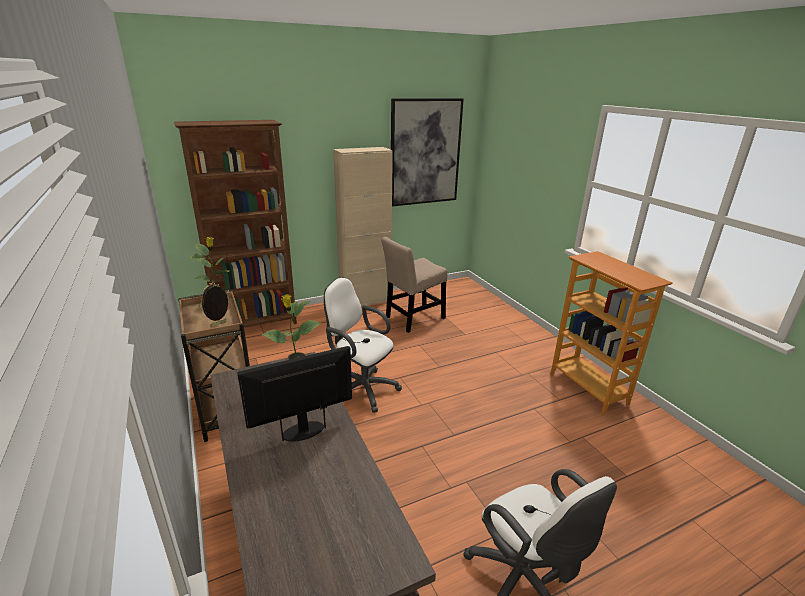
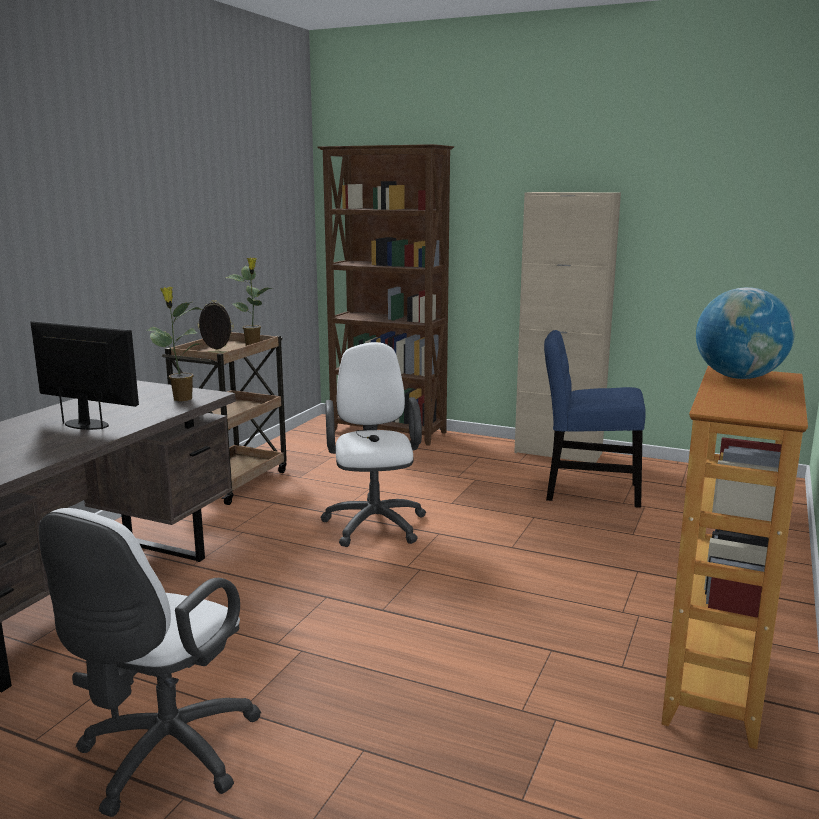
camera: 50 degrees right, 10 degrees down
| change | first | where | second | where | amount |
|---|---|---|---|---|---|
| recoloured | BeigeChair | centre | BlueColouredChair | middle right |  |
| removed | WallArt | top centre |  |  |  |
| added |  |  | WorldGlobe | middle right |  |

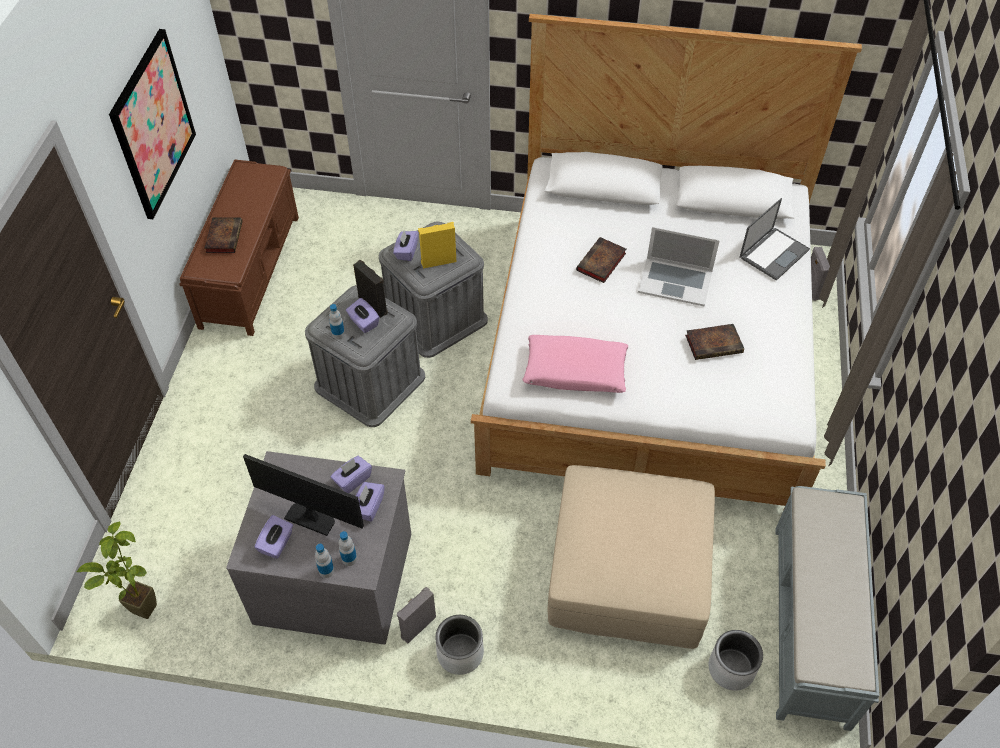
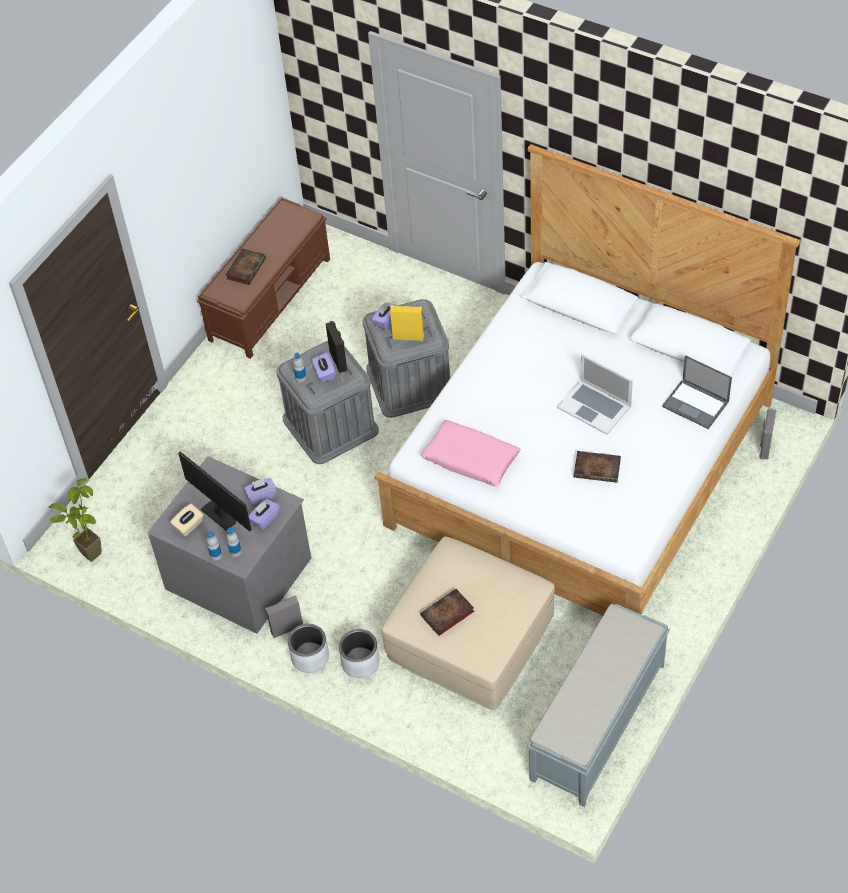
camera: 25 degrees right, 0 degrees up
| change | first | where | second | where | amount |
|---|---|---|---|---|---|
| removed | WallArt | top left |  |  |  |
| recoloured | PurpleBoxOfTissues (1st from left) | bottom left | BeigeBoxOfTissues | middle left |  |
| moved | Volume (2nd from left) | centre |  | bottom centre |  |
| moved | GrayPlantPot (2nd from left) | bottom right |  | bottom centre |  |
| turned | Laptop (2nd from left) | top right |  | middle right | 60 degrees clockwise |

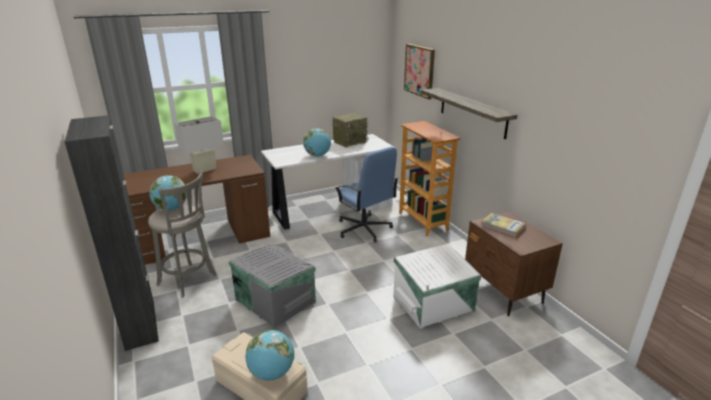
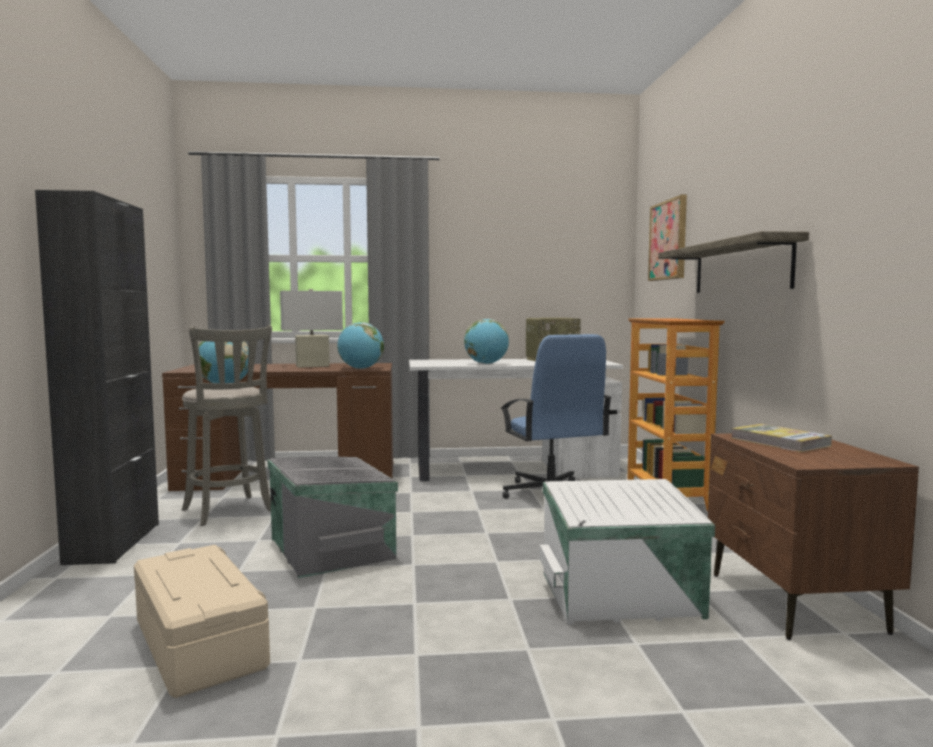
camera: 20 degrees right, 20 degrees down
| change | first | where | second | where | amount |
|---|---|---|---|---|---|
| moved | WorldGlobe (2nd from left) | bottom centre |  | centre |  |

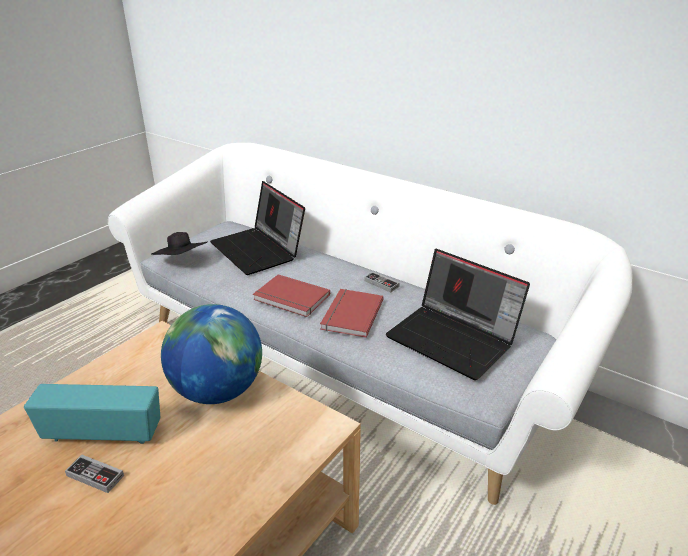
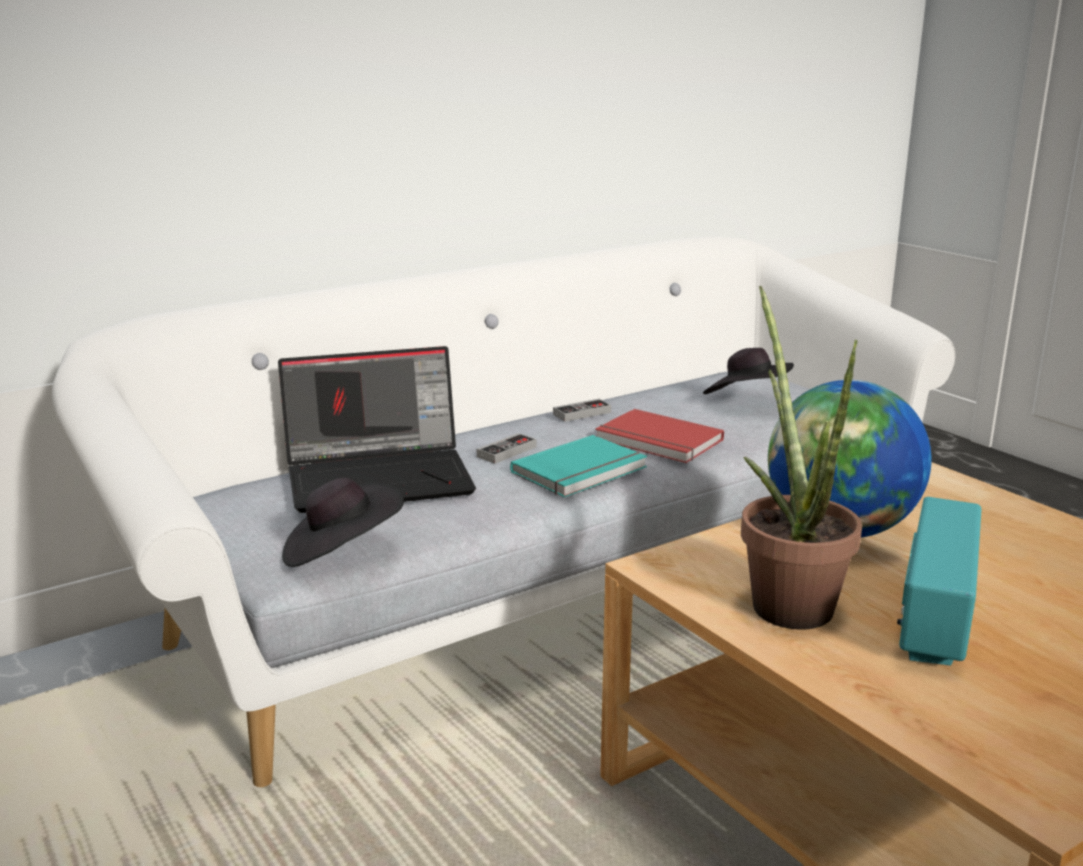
camera: 70 degrees left, 10 degrees down
| change | first | where | second | where | amount |
|---|---|---|---|---|---|
| moved | Joypad (1st from left) | bottom left |  | centre |  |
| recoloured | ReddishVolume (1st from left) | centre | BlueGreenVolume | centre |  |
| replaced | Laptop (2nd from left) | centre | BlackColouredClothingHat (2nd from left) | middle right |  |
| added |  |  | PottedPlant | middle right |  |

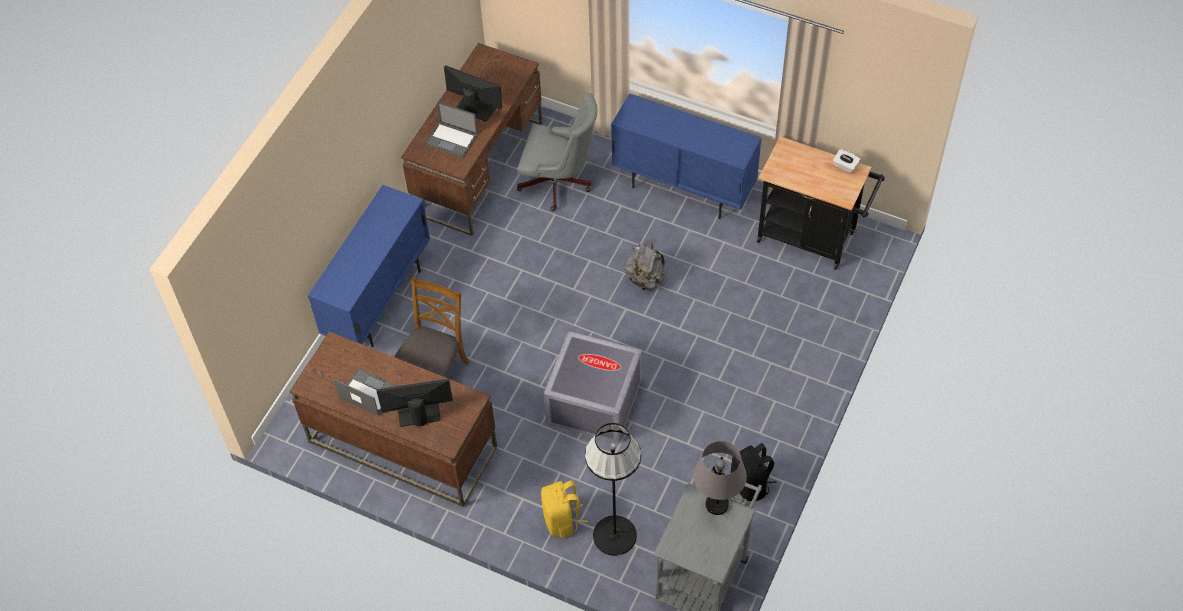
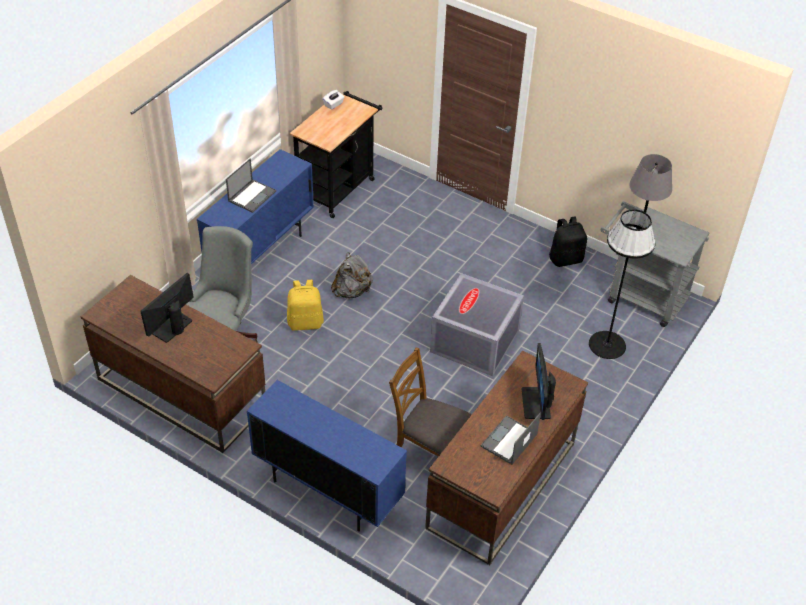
camera: 85 degrees left, 10 degrees down
| change | first | where | second | where | amount |
|---|---|---|---|---|---|
| moved | Laptop (2nd from left in the first image) | top centre | Laptop (1st from left) | top left |  |
| moved | YellowColouredKnapsack | bottom centre |  | centre |  |

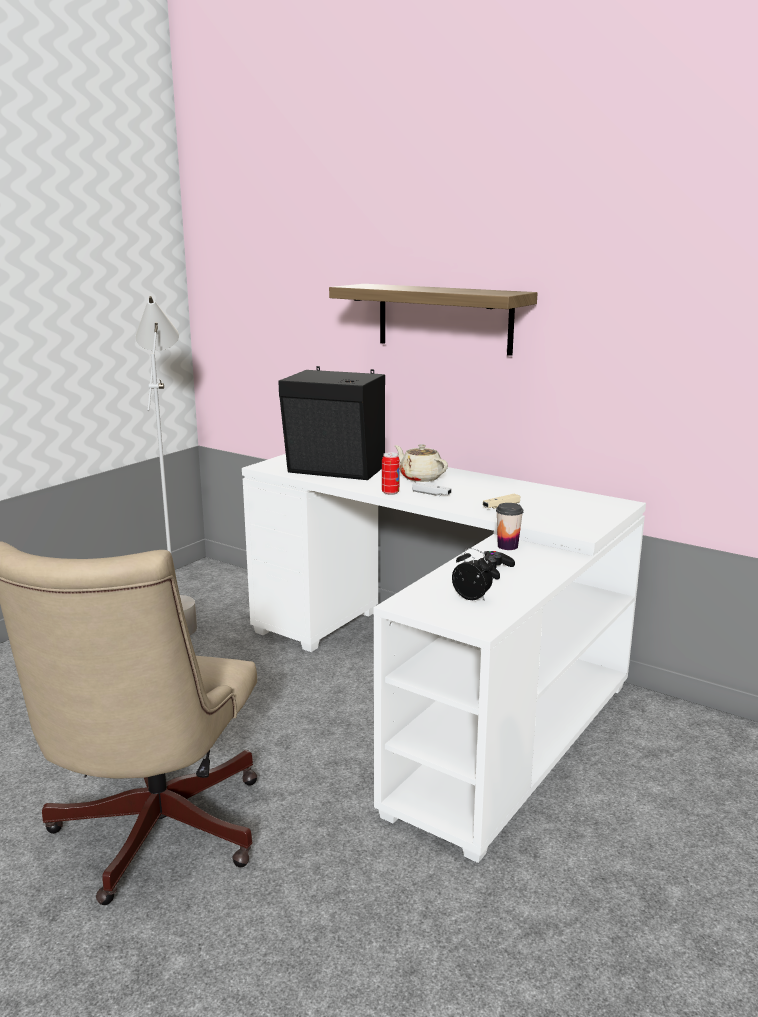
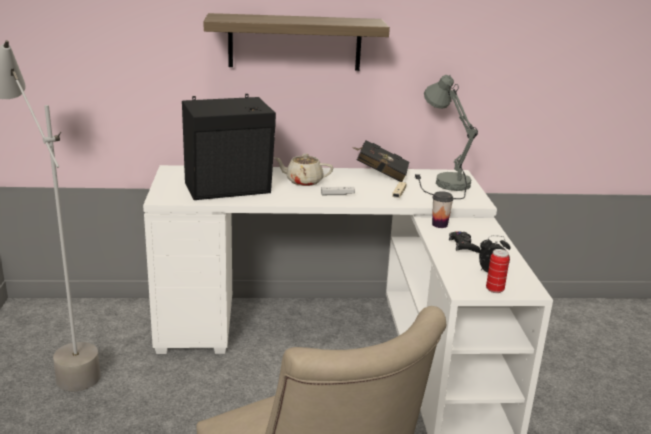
camera: 40 degrees left, 5 degrees up
| change | first | where | second | where | amount |
|---|---|---|---|---|---|
| moved | Can | centre |  | middle right |  |
| added |  |  | BlackColouredVolume | centre |  |
| added |  |  | GrayTableLamp | top right |  |

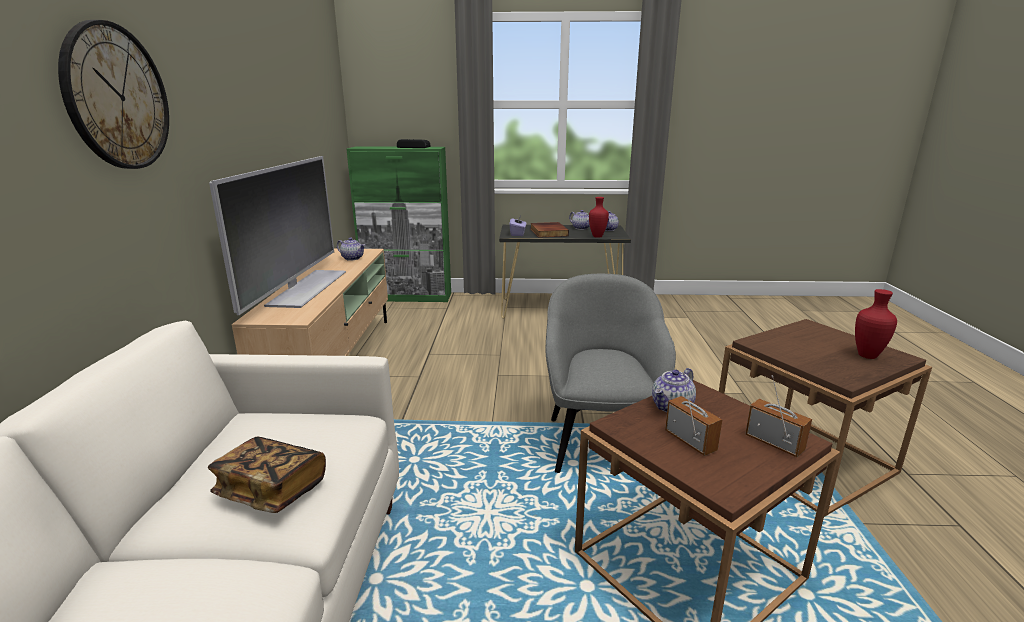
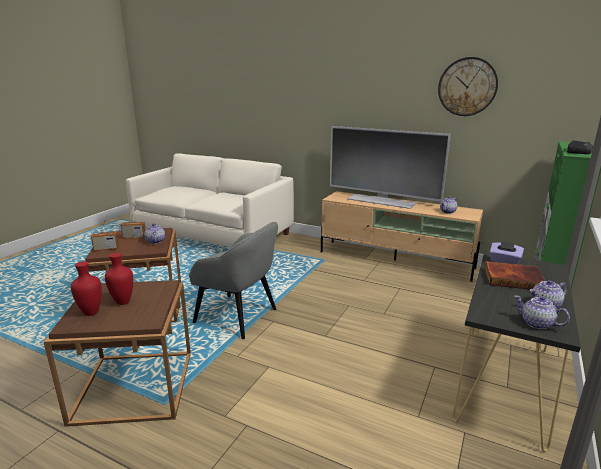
camera: 115 degrees right, 0 degrees up
| change | first | where | second | where | amount |
|---|---|---|---|---|---|
| moved | WallClock | top left |  | top right |  |
| removed | Volume (1st from left) | bottom left |  |  |  |
| moved | ReddishFlowerVase (1st from left in the first image) | centre | ReddishFlowerVase (2nd from left) | middle left |  |

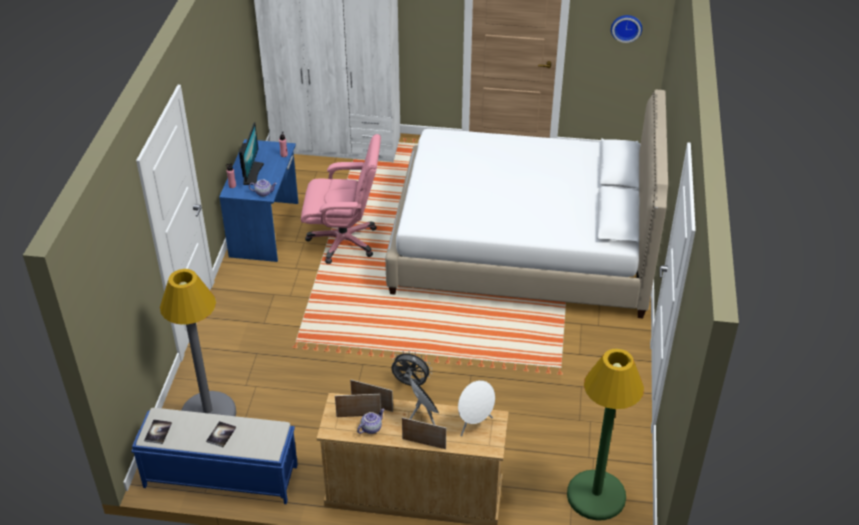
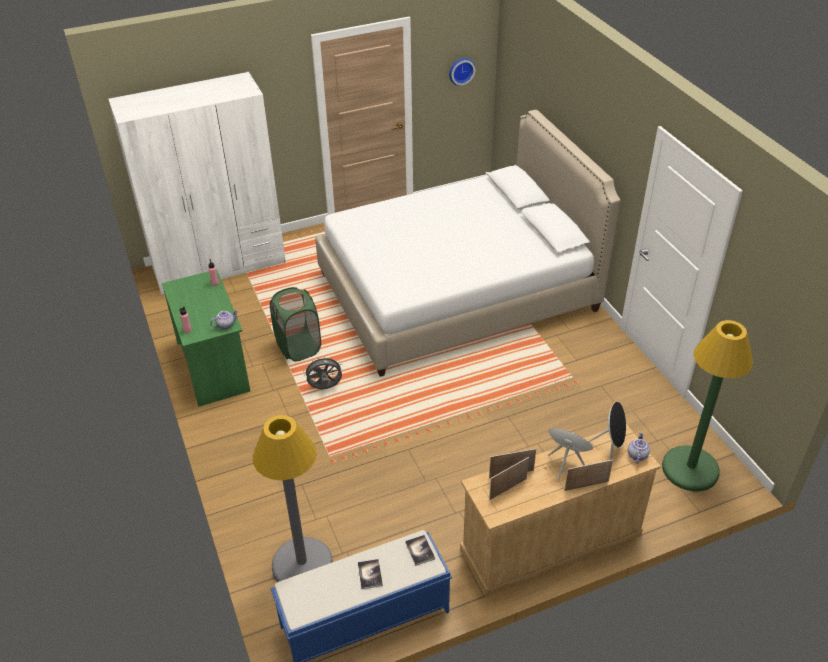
camera: 30 degrees left, 0 degrees up
| change | first | where | second | where | amount |
|---|---|---|---|---|---|
| moved | Volume (1st from left in the first image) | bottom left | Volume (2nd from left) | bottom centre |  |
| recoloured | BlueColouredDeskTable | middle left | GreenDeskTable | middle left |  |
| removed | Monitor | top left |  |  |  |
| replaced | PinkishDeskChair | centre | GreenWashingBasket | centre |  |
| moved | PotForTea (2nd from left) | bottom centre |  | bottom right |  |
| moved | GrayCoolingFan | bottom centre |  | centre |  |
| recoloured | WhiteLoudspeaker | bottom centre | BlackColouredLoudspeaker (2nd from left) | middle right |  |

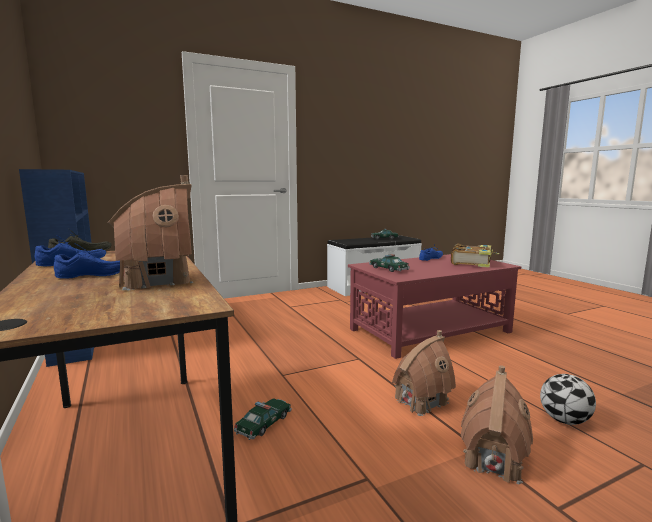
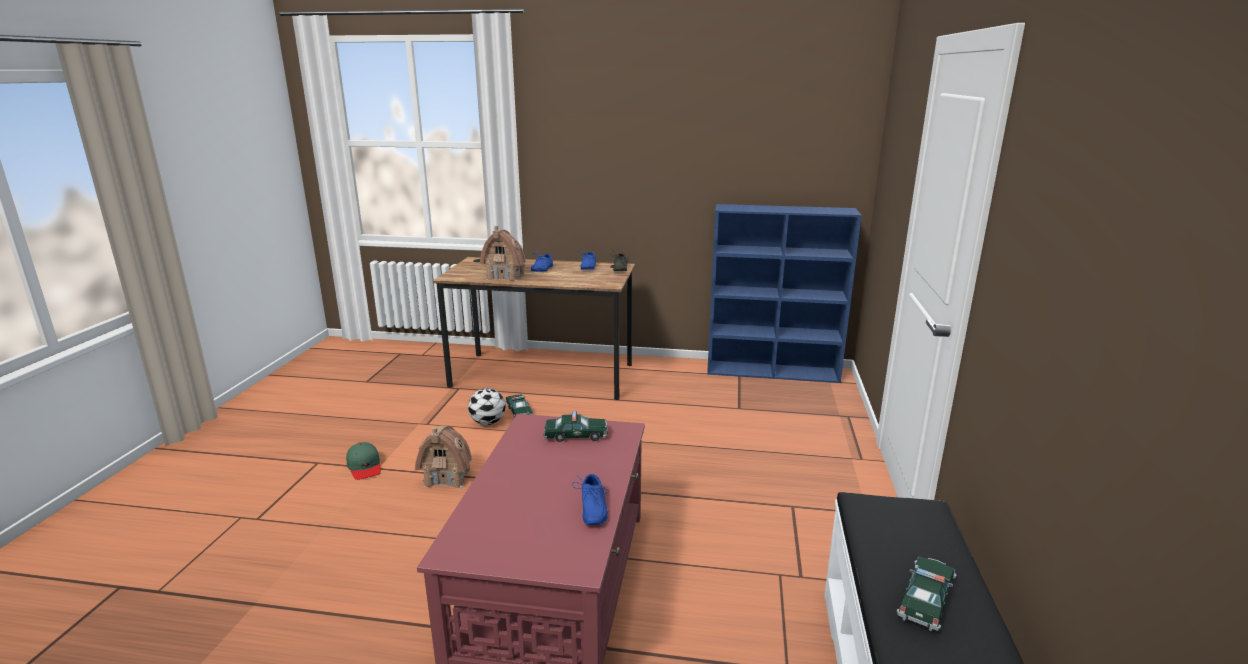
camera: 125 degrees right, 10 degrees up
| change | first | where | second | where | amount |
|---|---|---|---|---|---|
| removed | Volume | middle right |  |  |  |
| replaced | ToyHouse (3rd from left) | bottom right | GreenCap | bottom left |  |
| moved | Football | bottom right |  | centre |  |

